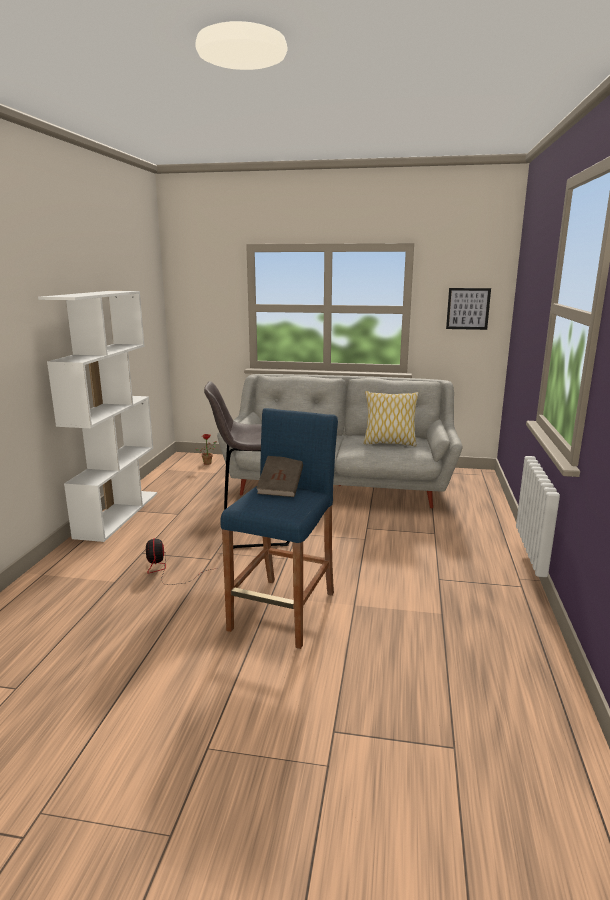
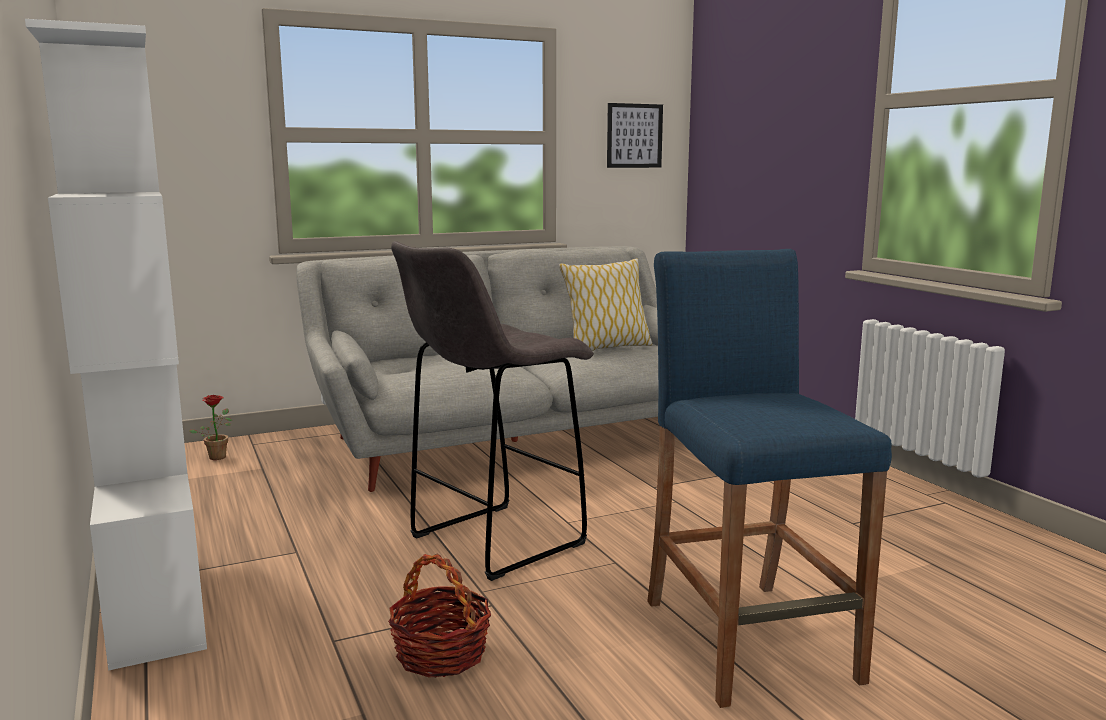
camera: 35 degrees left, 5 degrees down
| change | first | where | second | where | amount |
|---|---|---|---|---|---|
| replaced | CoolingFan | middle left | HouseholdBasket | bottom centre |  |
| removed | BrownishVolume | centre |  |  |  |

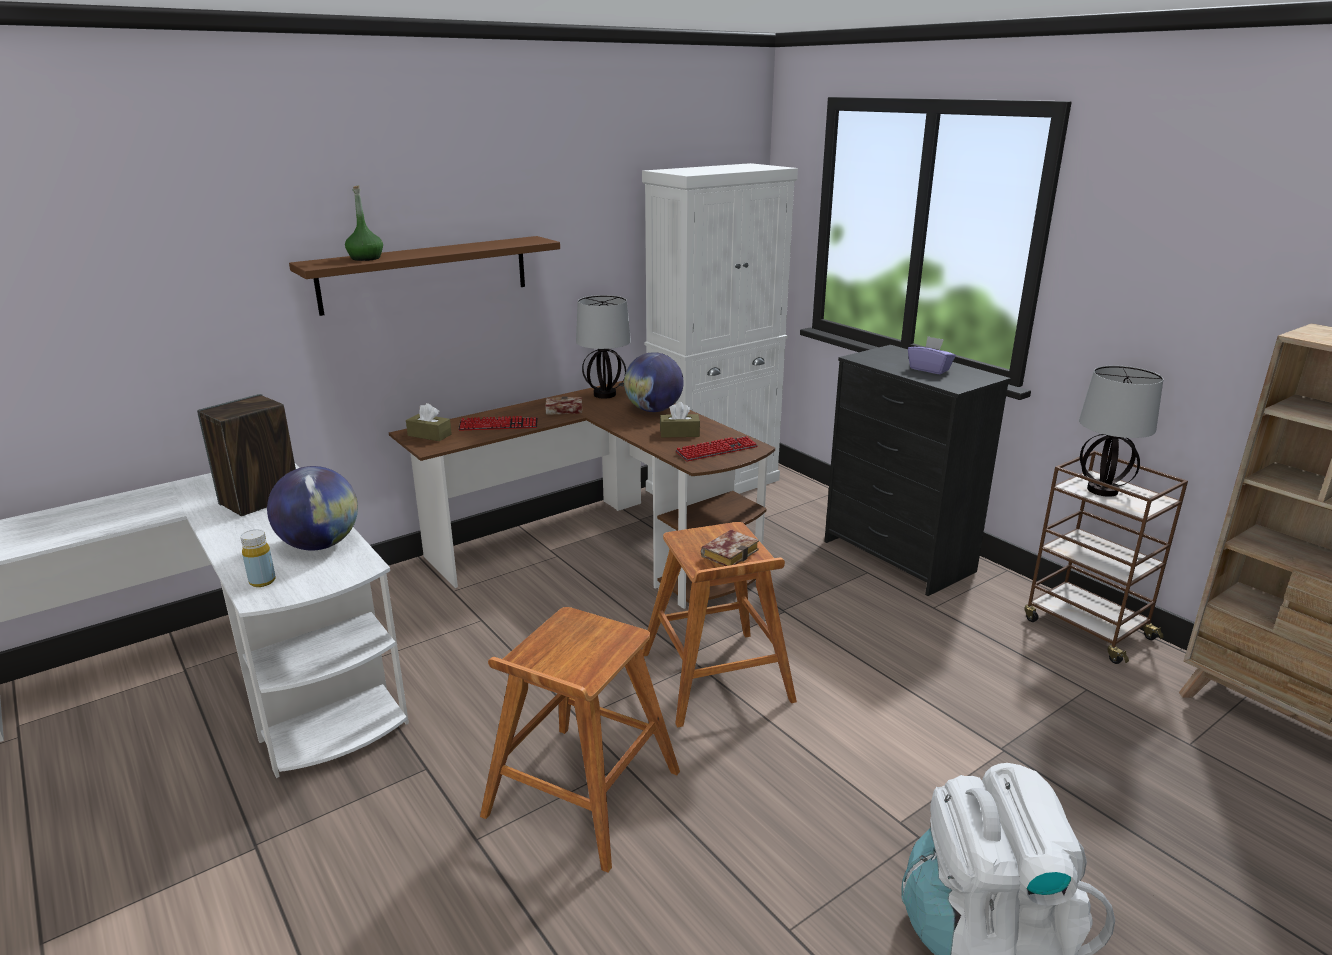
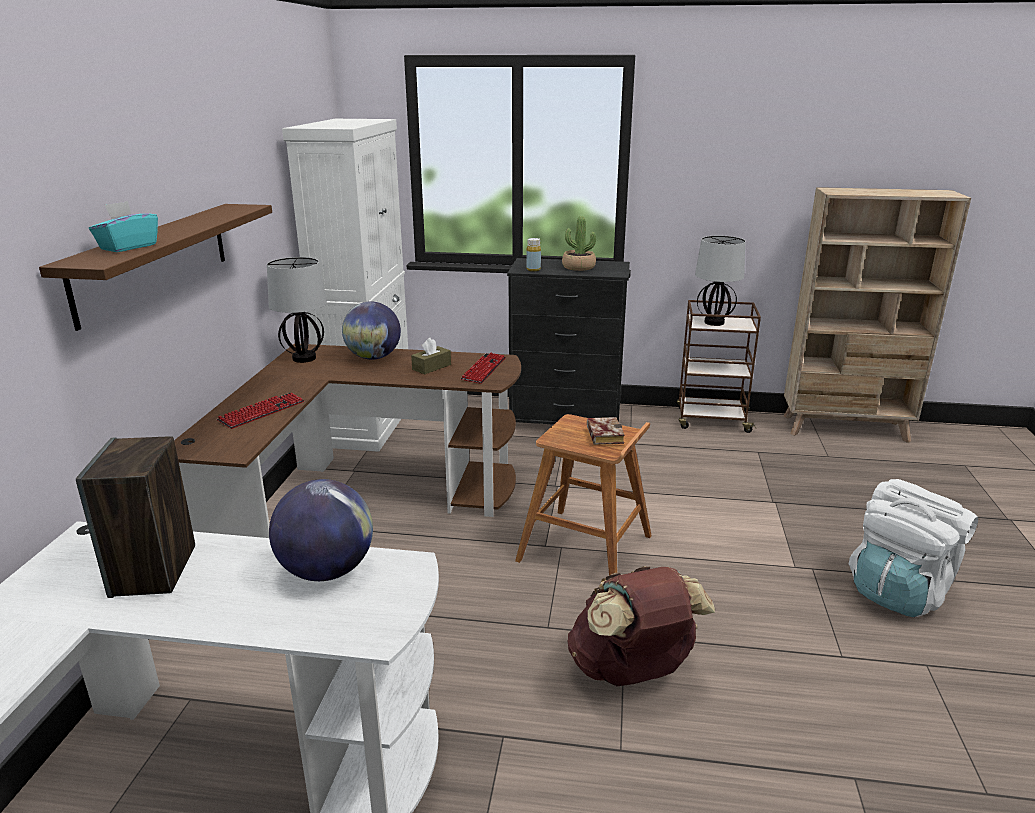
camera: 45 degrees left, 0 degrees up
| change | first | where | second | where | amount |
|---|---|---|---|---|---|
| moved | YellowColouredBottle | middle left |  | top centre |  |
| replaced | GreenBottle | top left | BlueGreenBoxOfTissues | top left |  |
| removed | BrownishBoxOfTissues (1st from left) | middle left |  |  |  |
| replaced | BrownishStoolSeat (1st from left) | bottom centre | BrownishKnapsack | bottom centre |  |
| removed | Volume (1st from left) | centre |  |  |  |
| replaced | PurpleBoxOfTissues | middle right | PottedPlant | top centre |  |

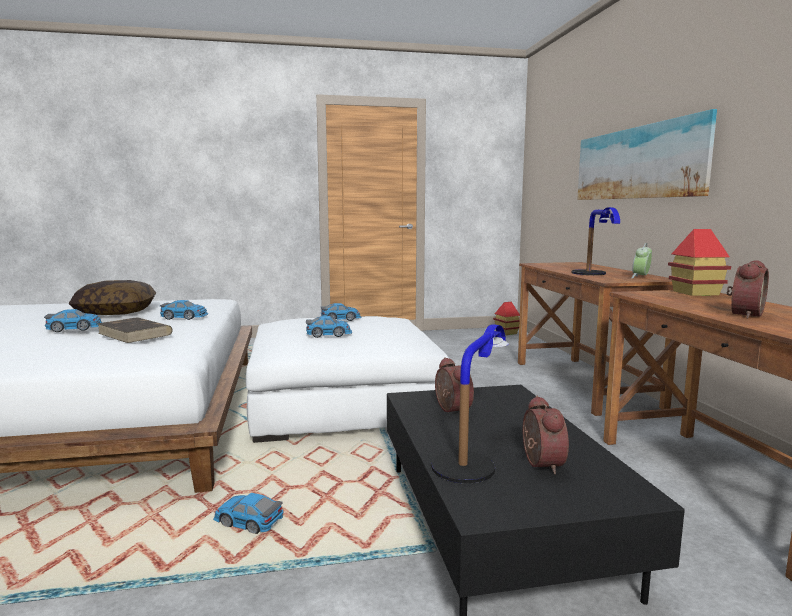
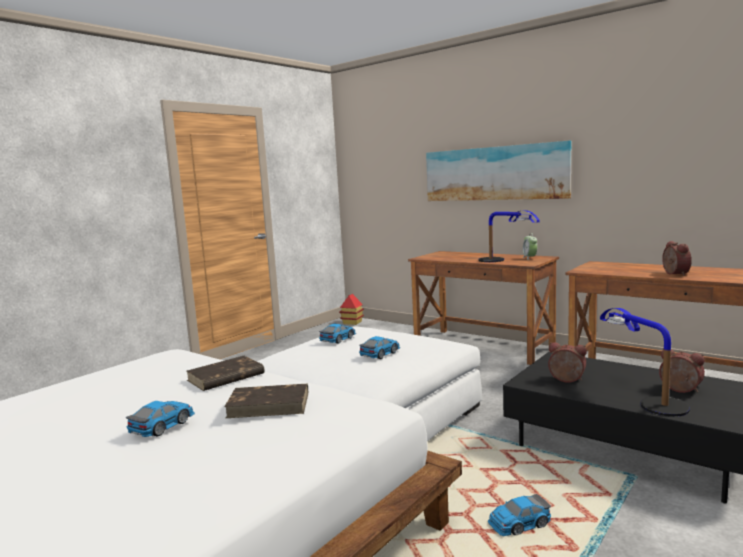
camera: 40 degrees left, 0 degrees up
| change | first | where | second | where | amount |
|---|---|---|---|---|---|
| removed | ThrowPillow | middle left |  |  |  |
| replaced | ToyCar (2nd from left) | middle left | BrownishVolume (1st from left) | bottom left |  |
| removed | ToyHouse (2nd from left) | middle right |  |  |  |

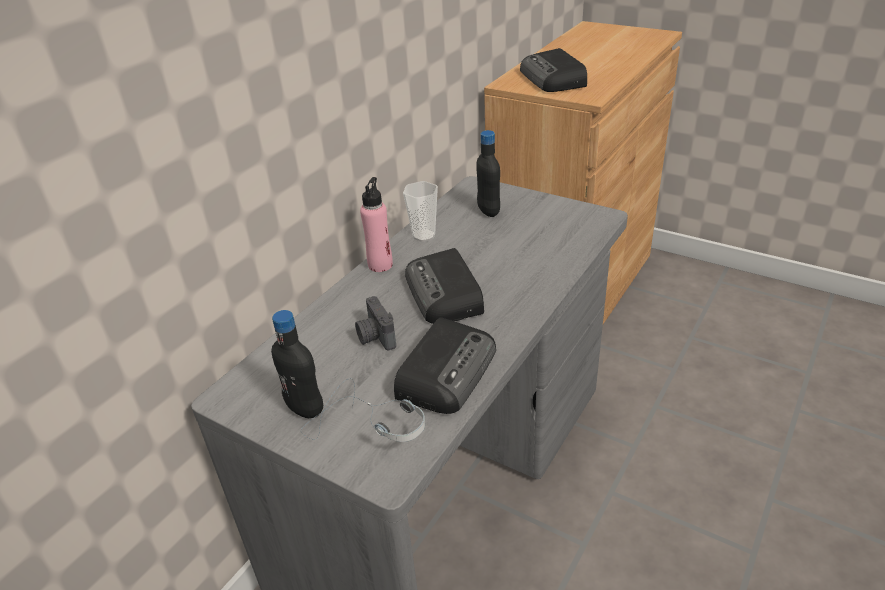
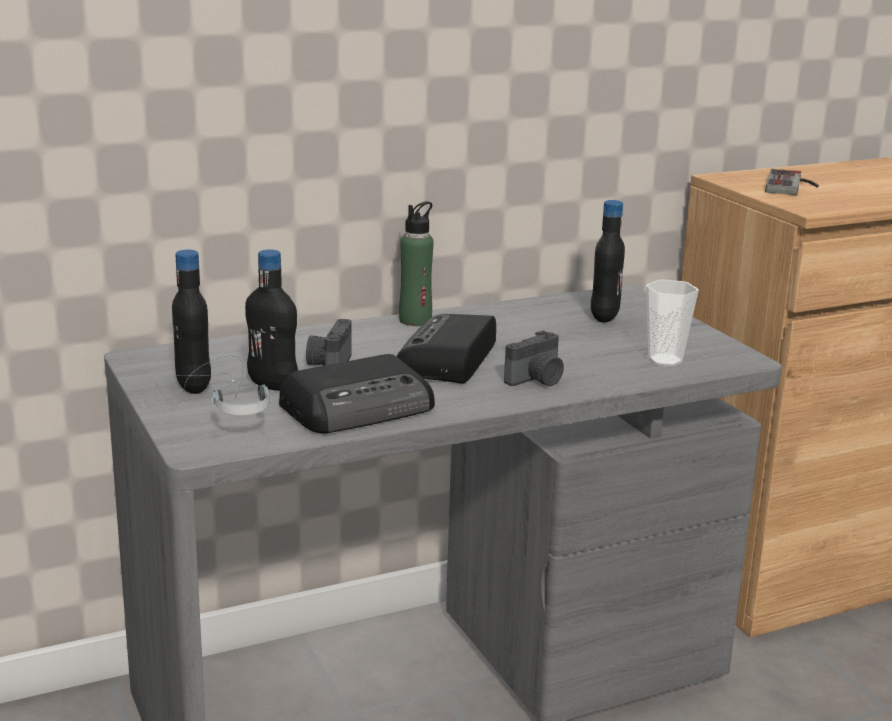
camera: 30 degrees right, 15 degrees down
| change | first | where | second | where | amount |
|---|---|---|---|---|---|
| recoloured | PinkishBottle | centre | GreenBottle | centre |  |
| moved | Cup | centre |  | middle right |  |
| replaced | Radio (3rd from left) | top centre | Joypad | top right |  |
| added |  |  | BlackColouredBottle (2nd from left) | middle left |  |
| added |  |  | PhotoCamera (2nd from left) | centre |  |

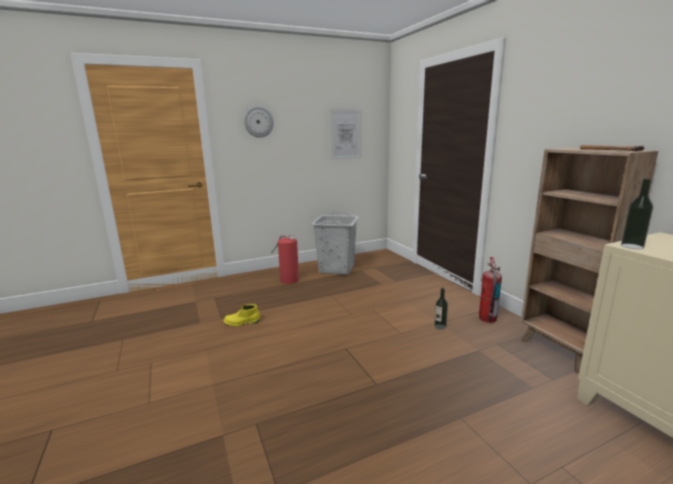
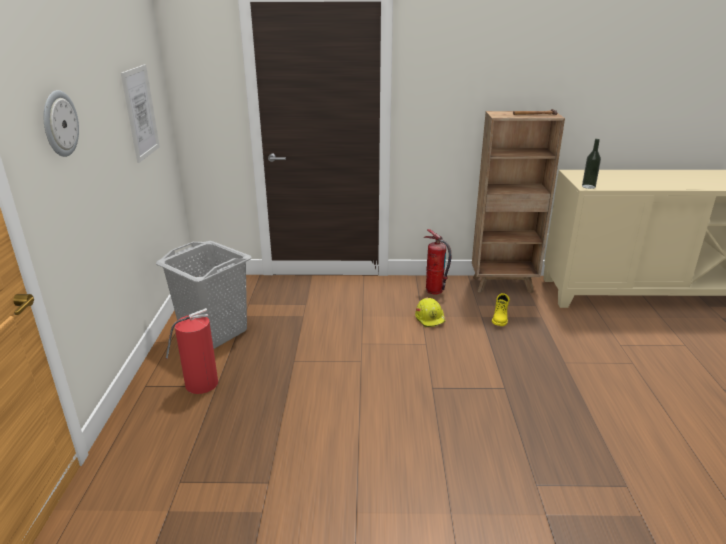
camera: 65 degrees left, 10 degrees up
| change | first | where | second | where | amount |
|---|---|---|---|---|---|
| moved | YellowColouredBoot | centre |  | middle right |  |
| replaced | Bottle (1st from left) | centre | YellowColouredSafetyHelmet | centre |  |

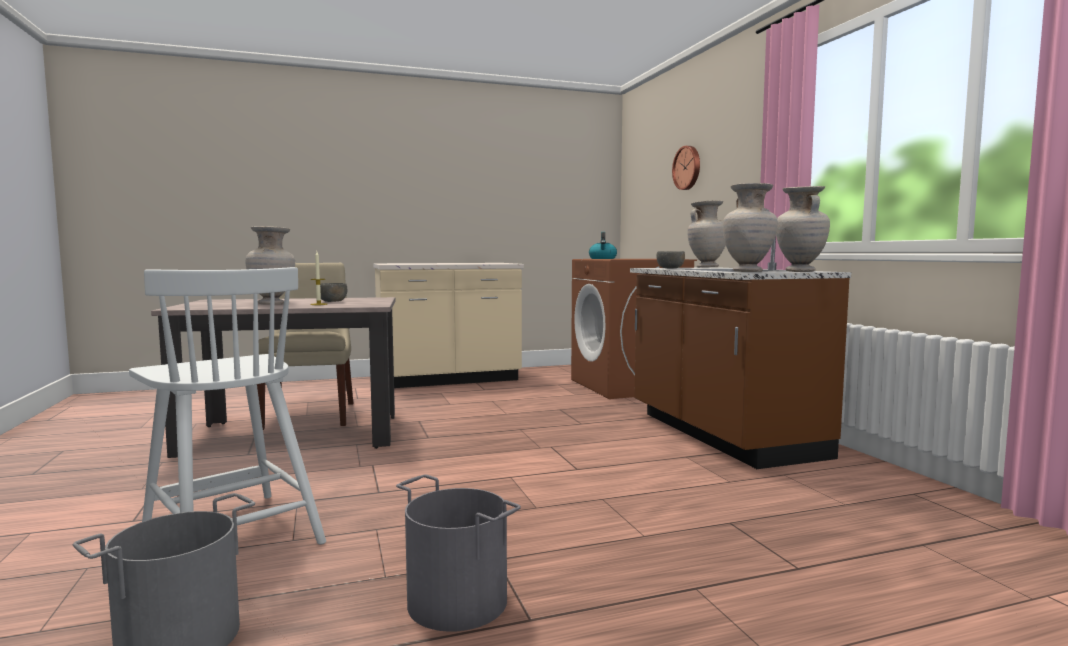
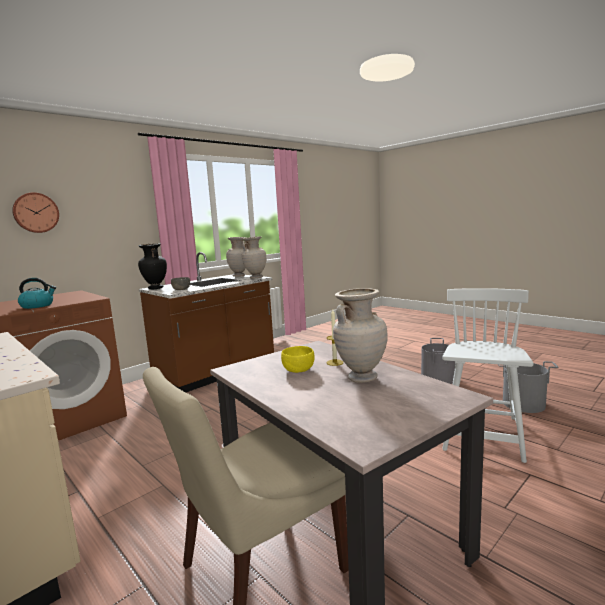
camera: 115 degrees left, 5 degrees up
| change | first | where | second | where | amount |
|---|---|---|---|---|---|
| recoloured | GrayBowl (1st from left) | middle left | YellowColouredBowl | centre |  |
| recoloured | BeigeFlowerVase (2nd from left) | centre | BlackColouredFlowerVase | middle left |  |

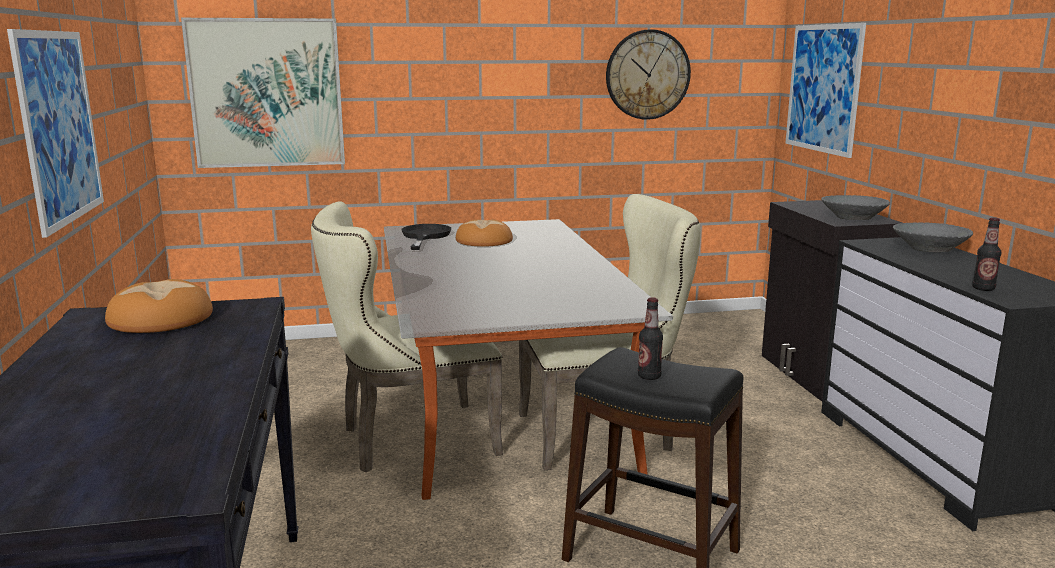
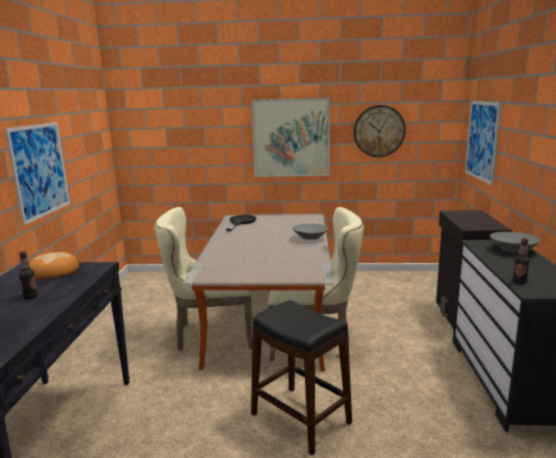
camera: 15 degrees right, 0 degrees up
| change | first | where | second | where | amount |
|---|---|---|---|---|---|
| moved | WallArt (2nd from left) | top left |  | top centre |  |
| removed | Bread (2nd from left) | centre |  |  |  |
| moved | Bottle (1st from left) | centre |  | middle left |  |
| moved | GrayBowl (1st from left) | middle right |  | centre |  |

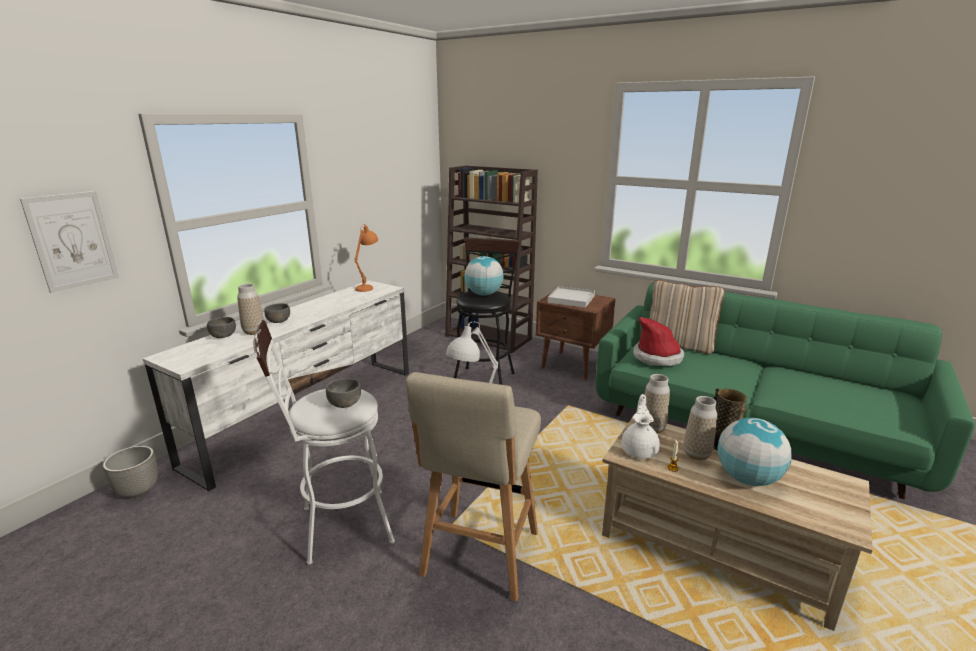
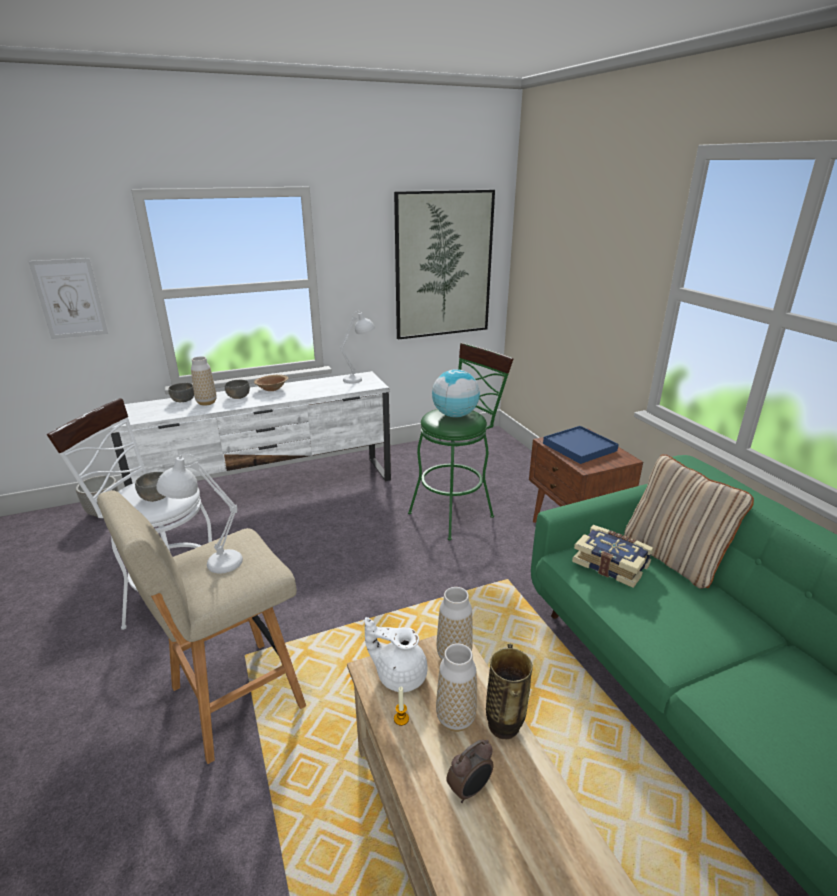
camera: 35 degrees right, 5 degrees up
| change | first | where | second | where | amount |
|---|---|---|---|---|---|
| recoloured | OrangeTableLamp | centre | WhiteTableLamp (2nd from left) | centre |  |
| removed | BrownishBookcase | centre |  |  |  |
| recoloured | BlackColouredStoolSeat | centre | GreenStoolSeat | centre |  |
| recoloured | WhiteTray | centre | BlueColouredTray | middle right |  |
| turned | WhitePotForTea | centre |  | bottom centre | 120 degrees counterclockwise |
| replaced | ClothingHat | middle right | Volume | middle right |  |
| replaced | WorldGlobe (2nd from left) | bottom right | BedsideClock | bottom centre |  |
| added |  |  | BrownishBowl | middle left |  |
| added |  |  | WallArt (2nd from left) | top centre |  |

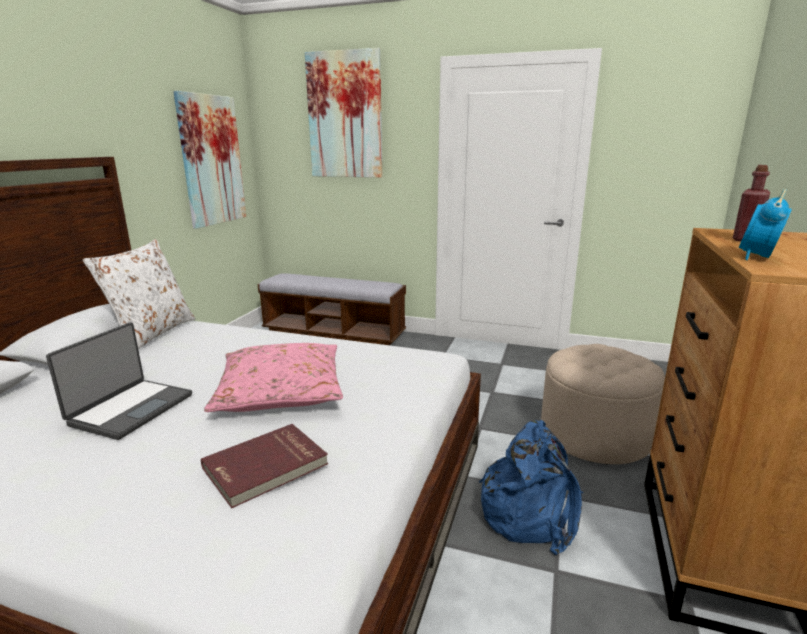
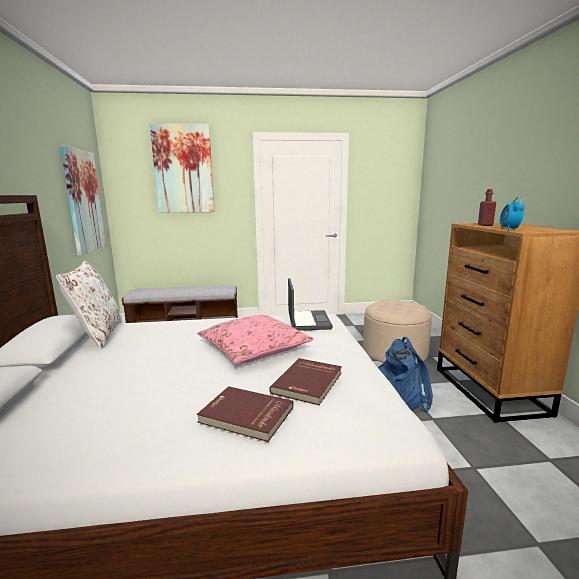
camera: 25 degrees left, 5 degrees down
| change | first | where | second | where | amount |
|---|---|---|---|---|---|
| moved | Laptop | middle left |  | centre |  |
| added |  |  | ReddishVolume (1st from left) | bottom centre |  |

